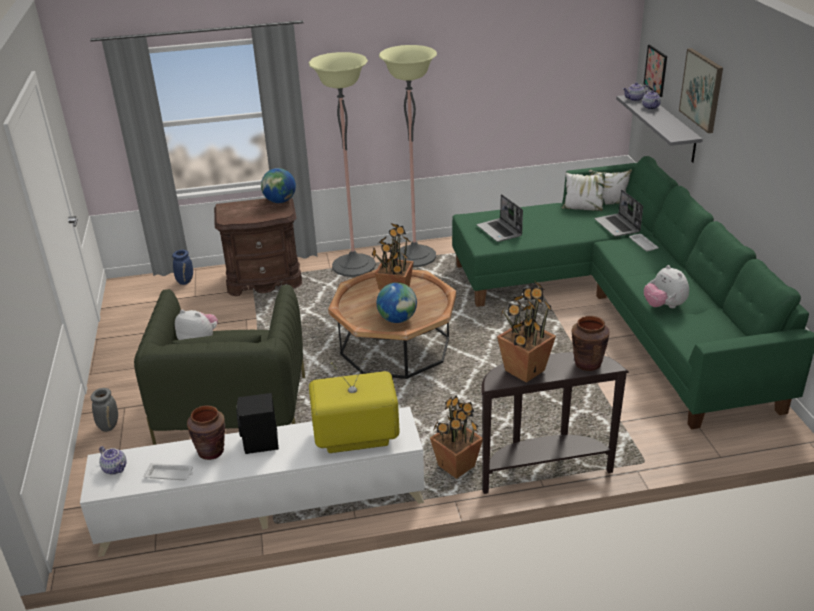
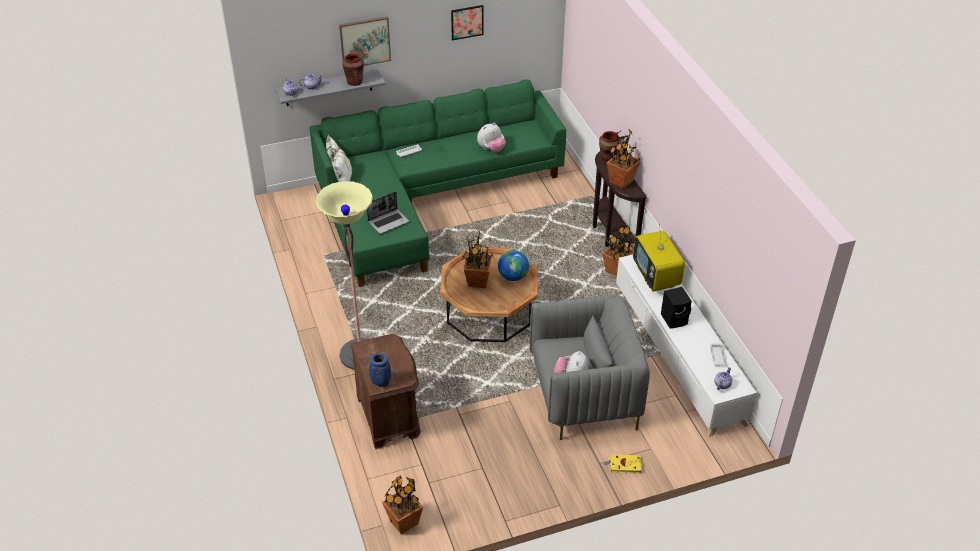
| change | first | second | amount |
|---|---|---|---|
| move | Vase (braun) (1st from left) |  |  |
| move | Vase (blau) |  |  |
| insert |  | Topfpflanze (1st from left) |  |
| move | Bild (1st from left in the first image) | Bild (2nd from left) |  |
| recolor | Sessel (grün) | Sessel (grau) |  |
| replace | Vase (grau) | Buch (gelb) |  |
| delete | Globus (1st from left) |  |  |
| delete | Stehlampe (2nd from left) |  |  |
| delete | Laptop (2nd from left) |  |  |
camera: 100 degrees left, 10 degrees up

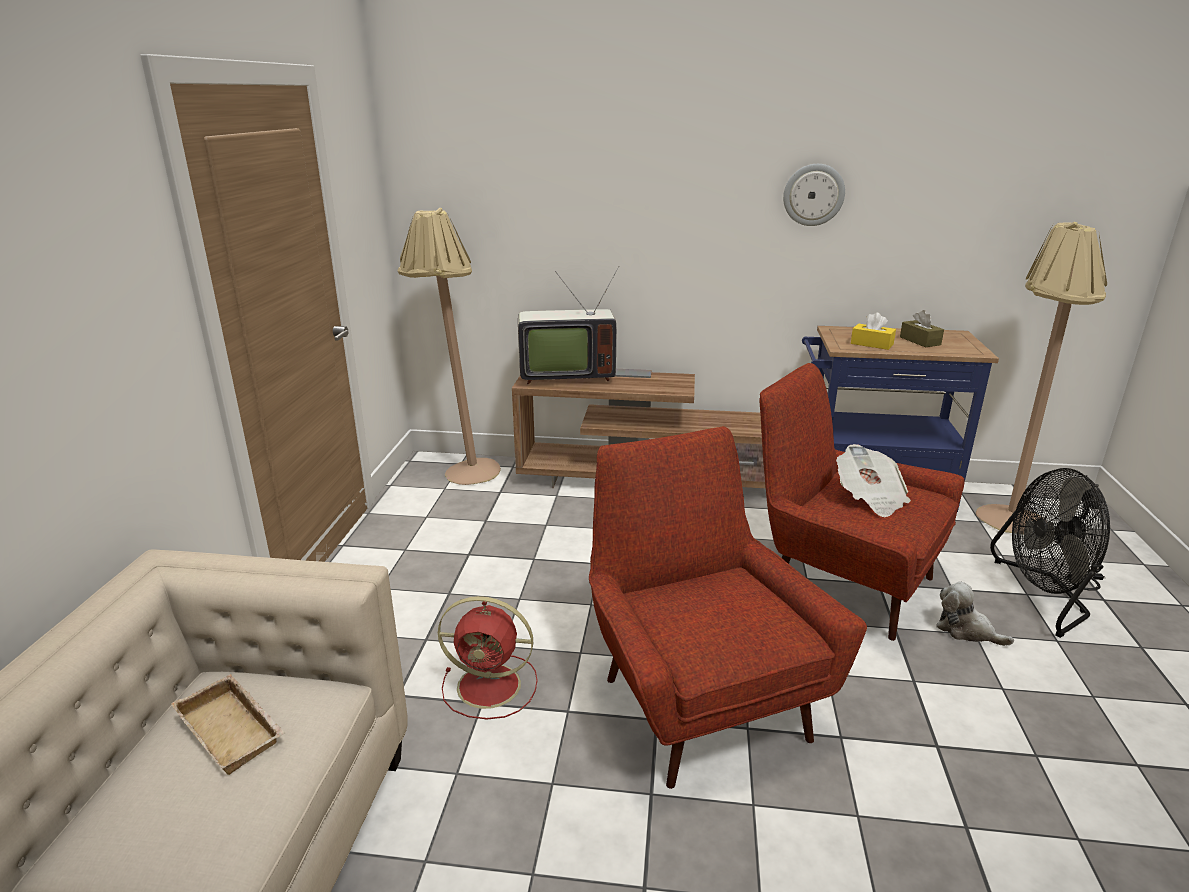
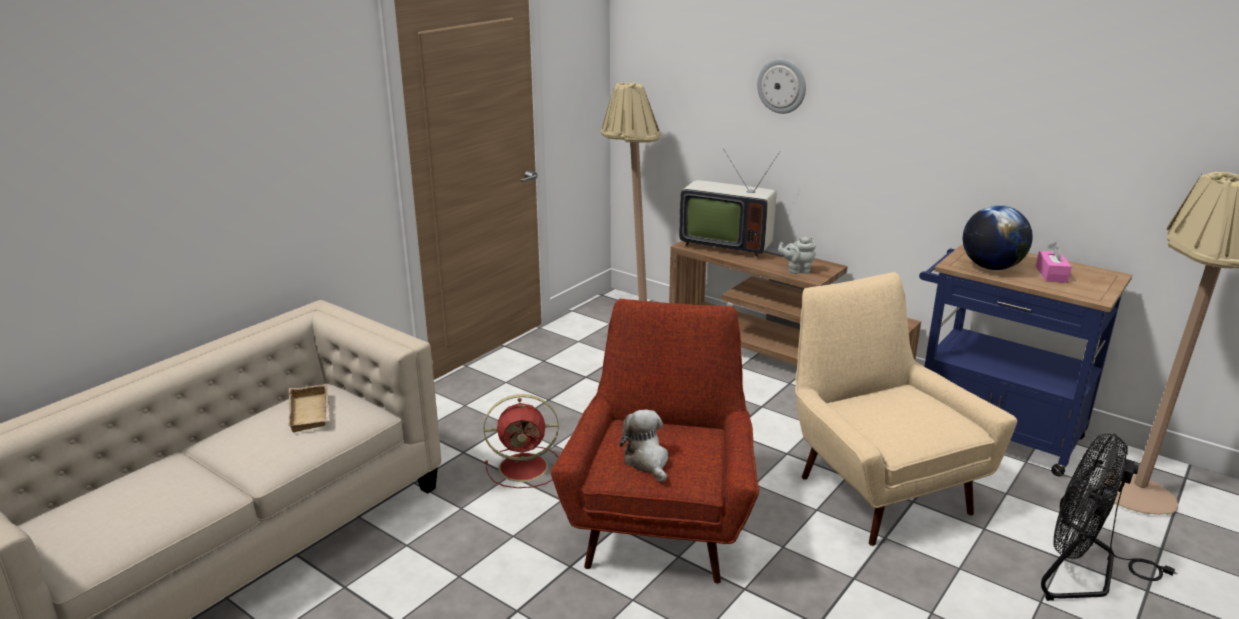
| change | first | second | amount |
|---|---|---|---|
| rotate | Ventilator (rot) |  | 45 degrees counterclockwise |
| move | Plüschtier |  |  |
| move | Wanduhr |  |  |
| insert |  | Teekanne (grau) |  |
| recolor | Sessel (rot) (2nd from left) | Sessel (beige) |  |
| replace | Taschentuchbox (gelb) | Globus |  |
| recolor | Taschentuchbox (braun) | Taschentuchbox (rosa) |  |
| delete | Zeitung |  |  |
camera: 30 degrees right, 0 degrees up

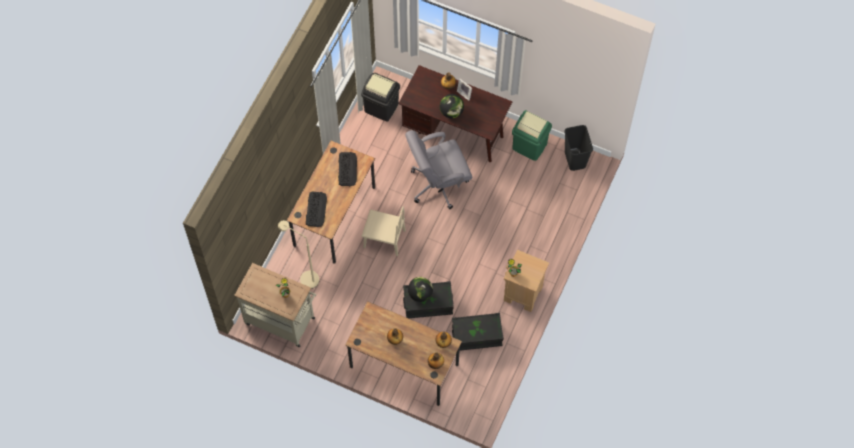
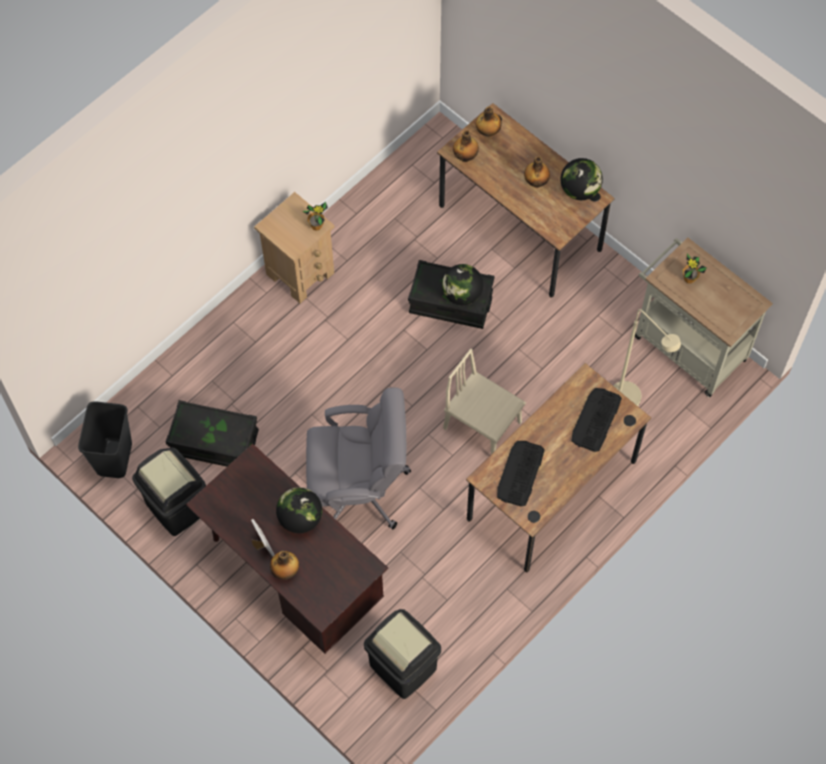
| change | first | second | amount |
|---|---|---|---|
| recolor | Mülleimer (grün) | Mülleimer (schwarz) (2nd from left) |  |
| move | Aufbewahrungsbox (schwarz) (2nd from left in the first image) | Aufbewahrungsbox (schwarz) (1st from left) |  |
| insert |  | Globus (3rd from left) |  |
camera: 160 degrees left, 0 degrees up

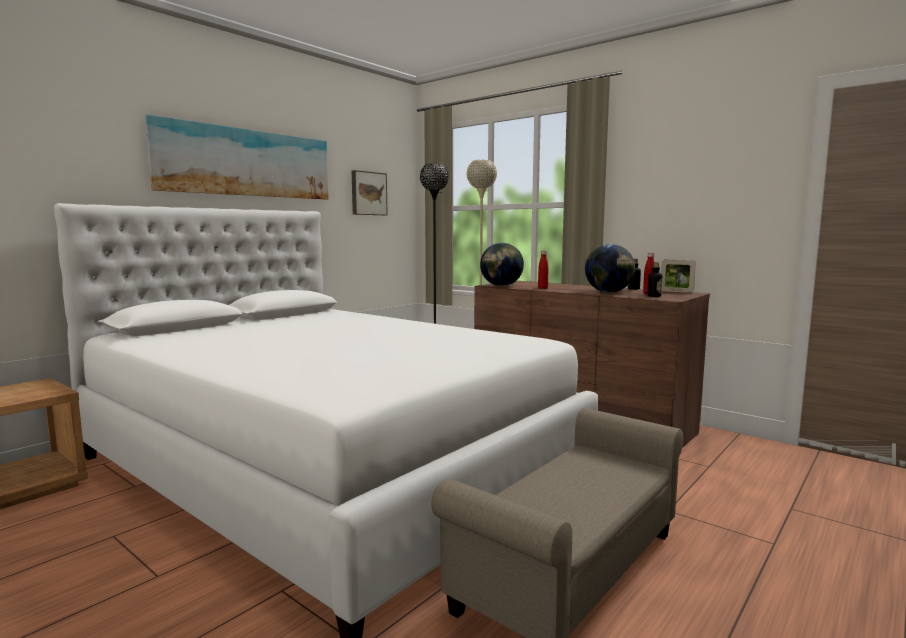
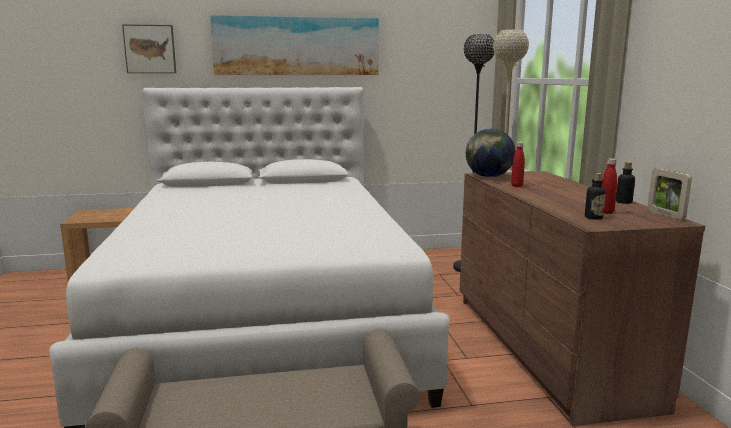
| change | first | second | amount |
|---|---|---|---|
| move | Bild (2nd from left in the first image) | Bild (1st from left) |  |
| delete | Globus (2nd from left) |  |  |
camera: 40 degrees right, 5 degrees up

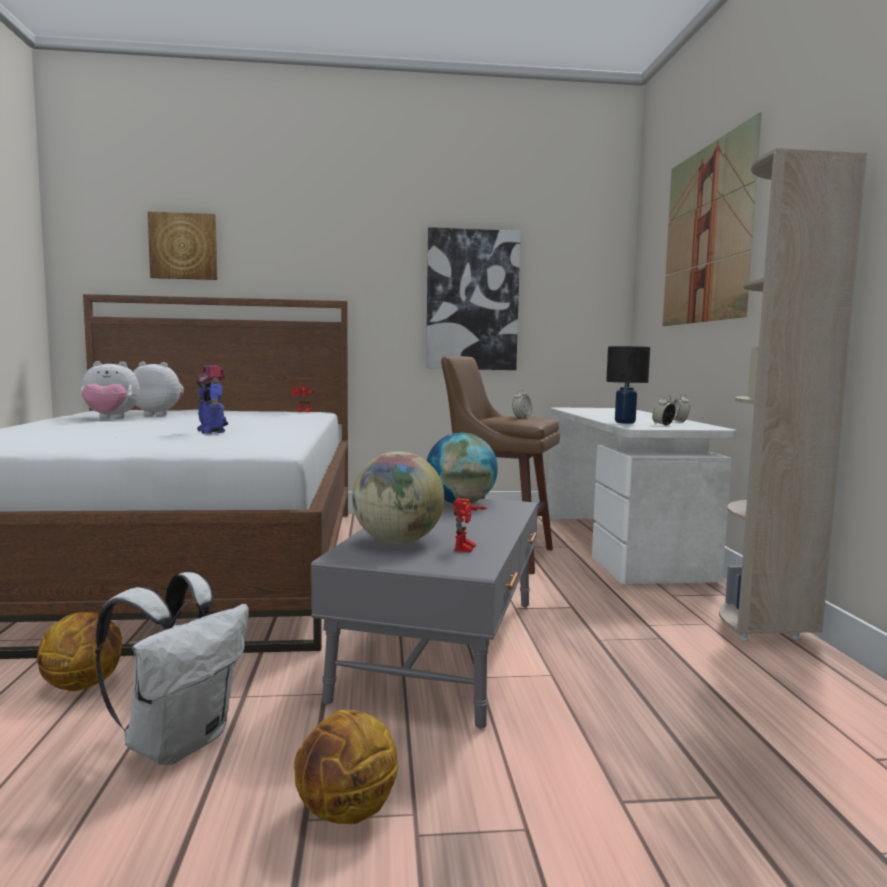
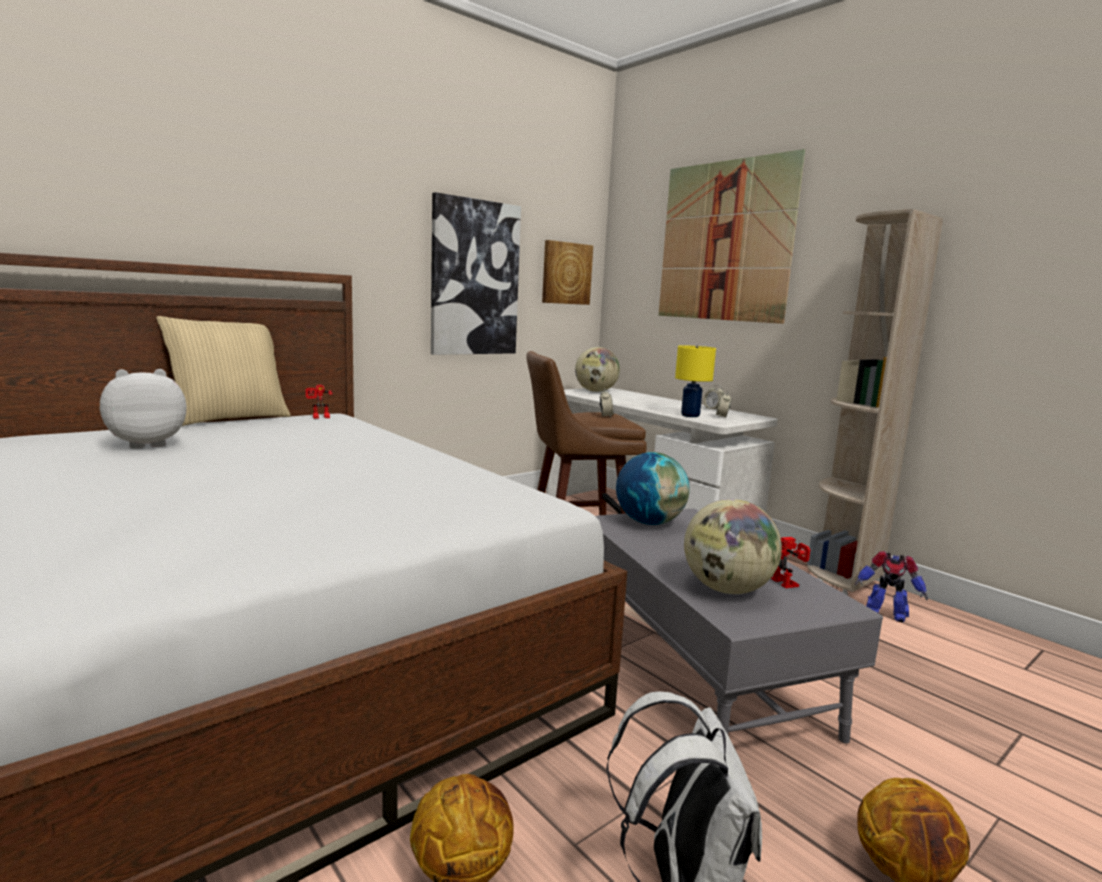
| change | first | second | amount |
|---|---|---|---|
| insert |  | Kissen (beige) |  |
| move | Bild (1st from left in the first image) | Bild (2nd from left) |  |
| insert |  | Globus (1st from left) |  |
| recolor | Tischlampe (schwarz) | Tischlampe (gelb) |  |
| move | Spielzeugroboter (1st from left in the first image) | Spielzeugroboter (3rd from left) |  |
| delete | Plüschtier (1st from left) |  |  |
camera: 35 degrees left, 5 degrees up

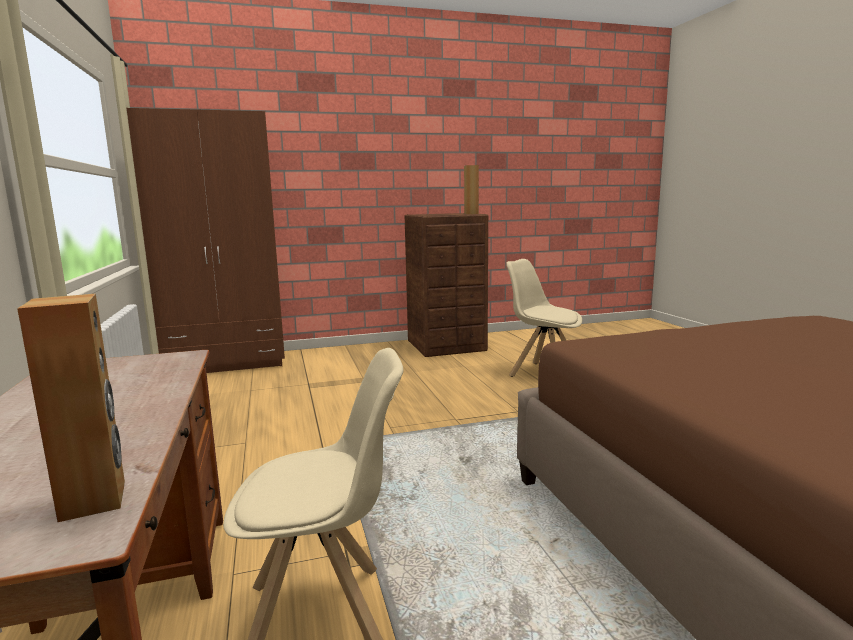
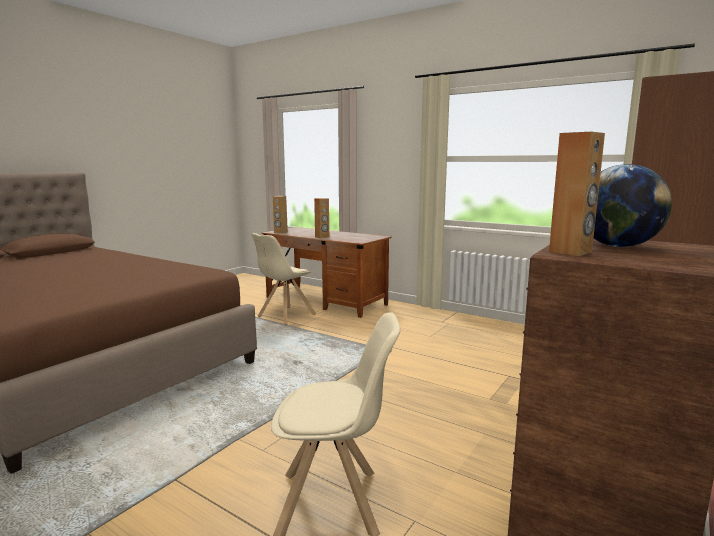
| change | first | second | amount |
|---|---|---|---|
| insert |  | Lautsprecher (braun) (2nd from left) |  |
| insert |  | Globus |  |
camera: 140 degrees right, 0 degrees up

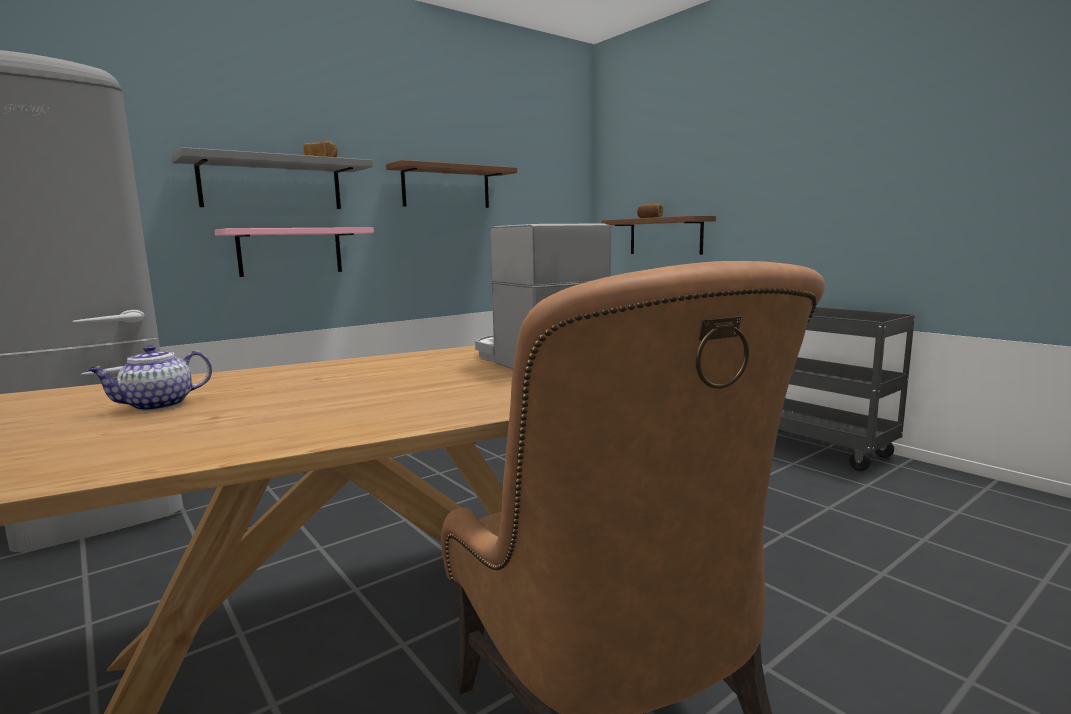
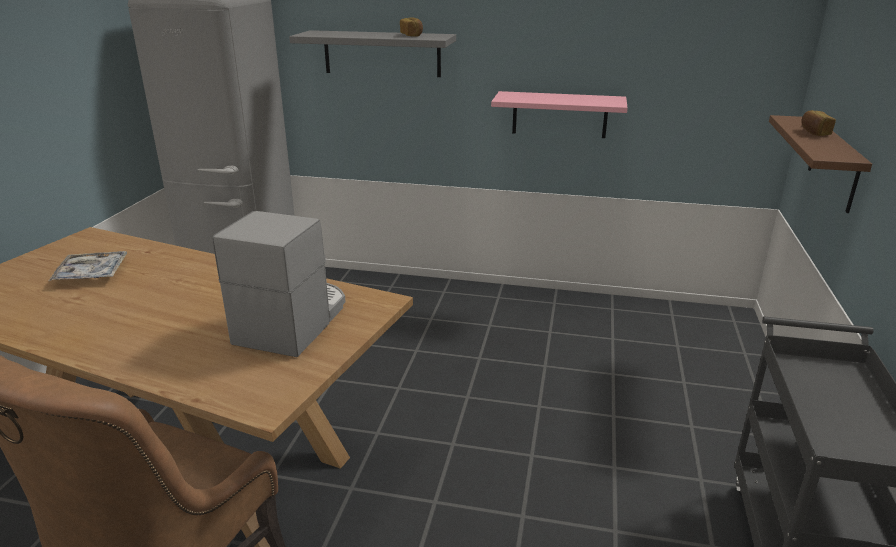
| change | first | second | amount |
|---|---|---|---|
| replace | Teekanne | Tablett |  |
| move | Wandregal (rosa) |  |  |
| delete | Wandregal (braun) (1st from left) |  |  |
camera: 50 degrees right, 15 degrees up

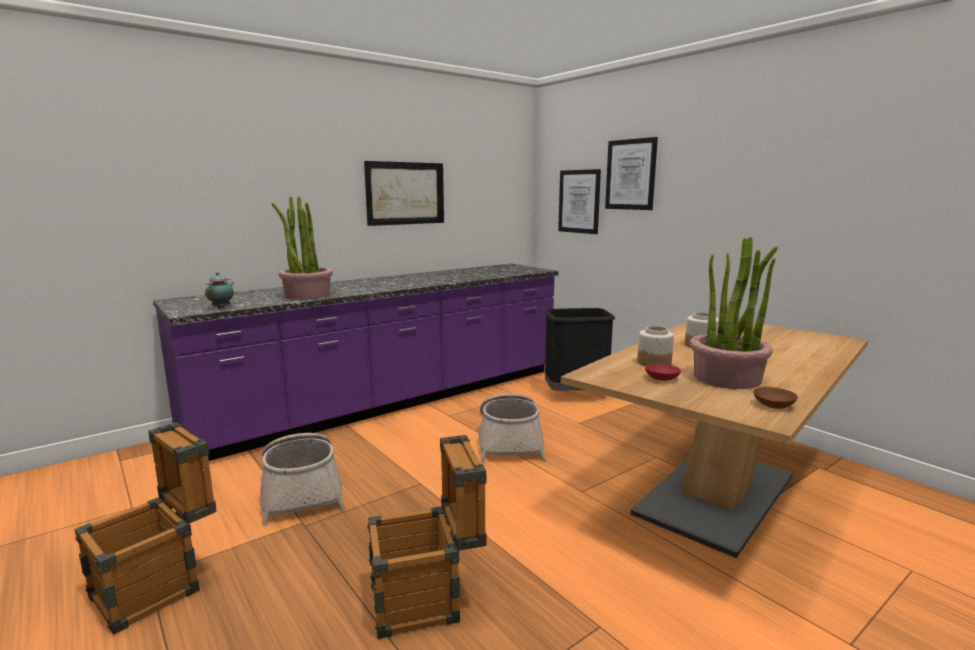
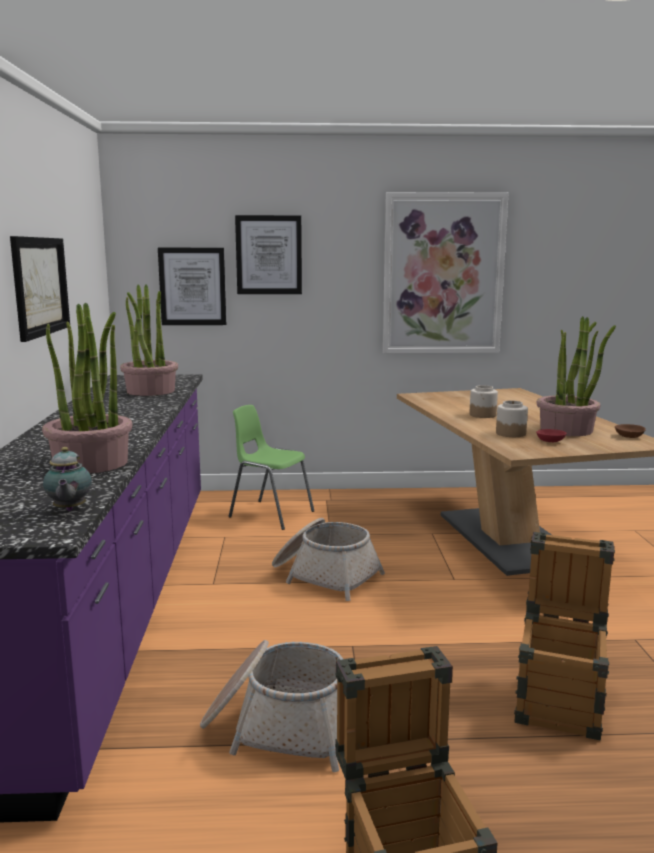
| change | first | second | amount |
|---|---|---|---|
| rotate | Teekanne |  | 150 degrees counterclockwise |
| insert |  | Topfpflanze (2nd from left) |  |
| replace | Mülleimer (schwarz) | Stuhl (grün) |  |
| insert |  | Bild (4th from left) |  |
camera: 55 degrees left, 0 degrees up

